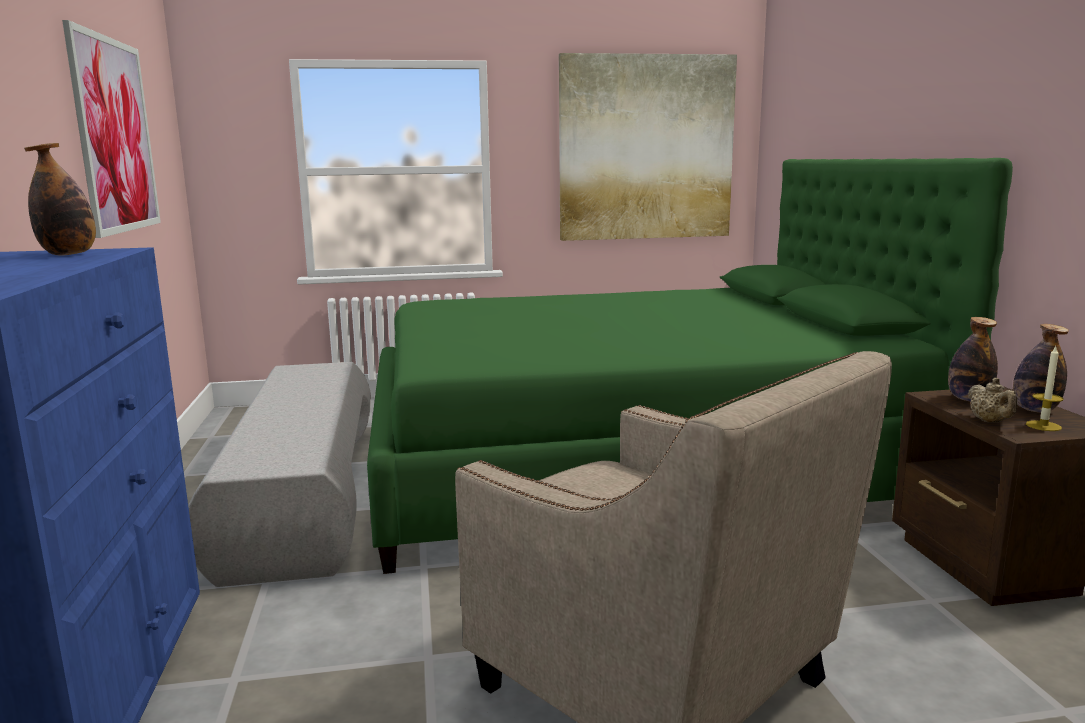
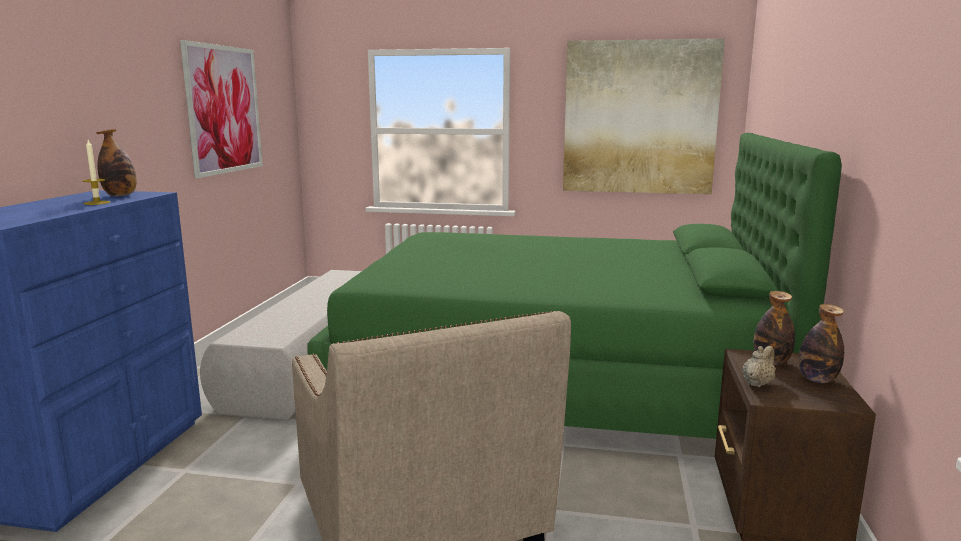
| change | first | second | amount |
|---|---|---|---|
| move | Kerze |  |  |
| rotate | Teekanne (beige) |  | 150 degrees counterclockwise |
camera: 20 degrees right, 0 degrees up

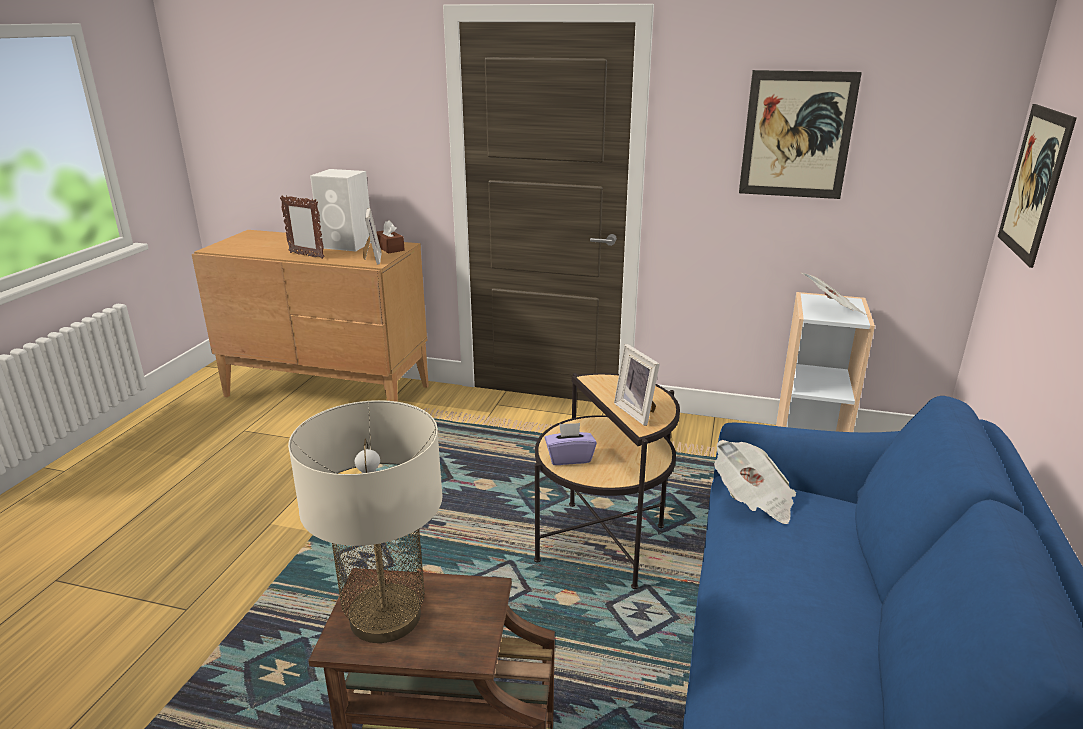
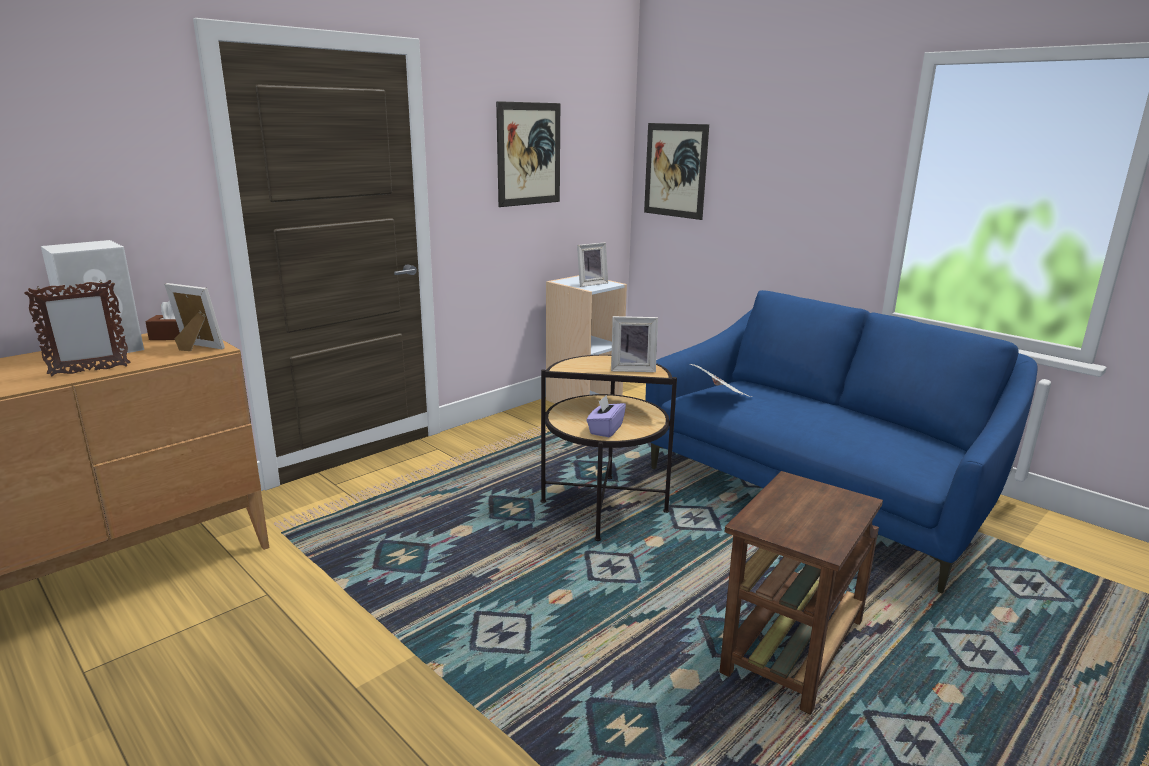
| change | first | second | amount |
|---|---|---|---|
| replace | Zeitung (2nd from left) | Bilderrahmen (3rd from left) |  |
| delete | Tischlampe |  |  |
camera: 60 degrees left, 5 degrees down

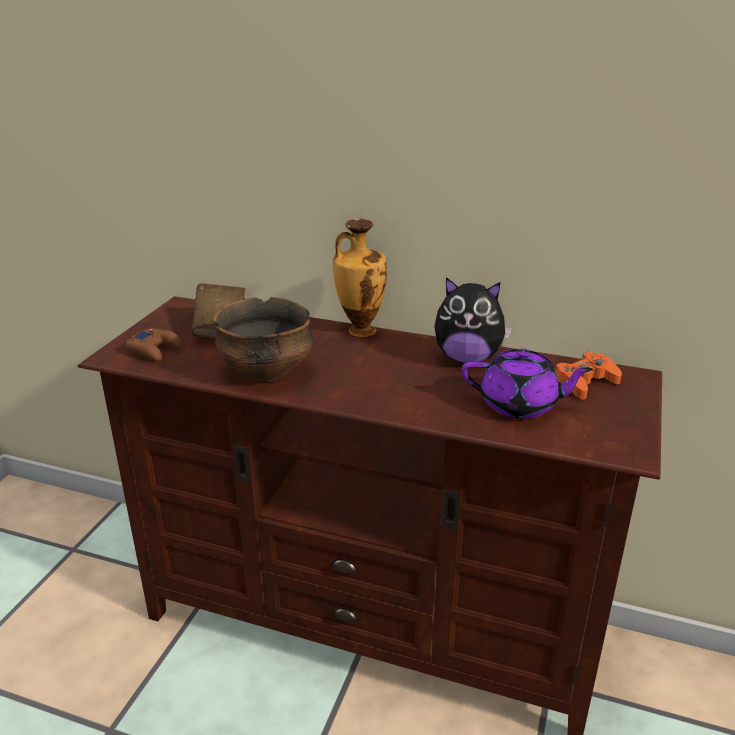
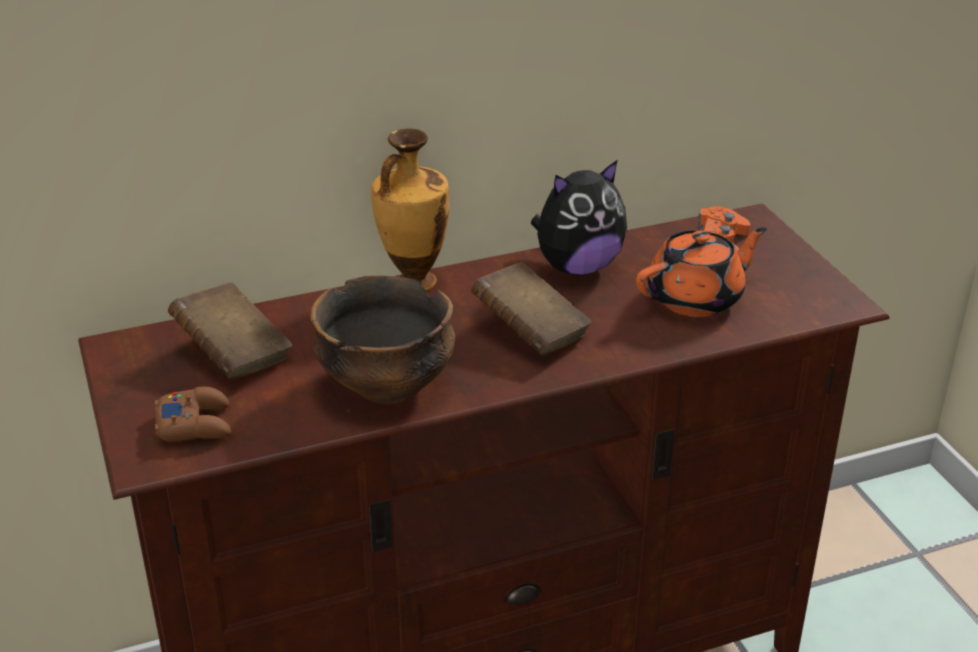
| change | first | second | amount |
|---|---|---|---|
| insert |  | Buch (braun) (2nd from left) |  |
| recolor | Teekanne (lila) | Teekanne (orange) |  |
camera: 40 degrees left, 5 degrees up

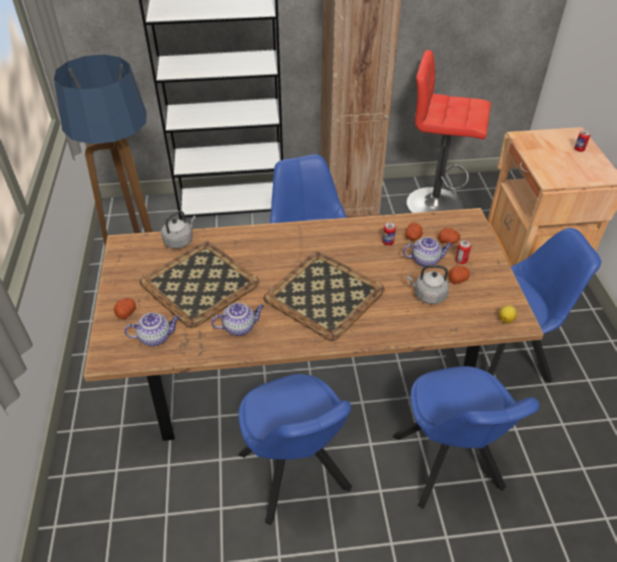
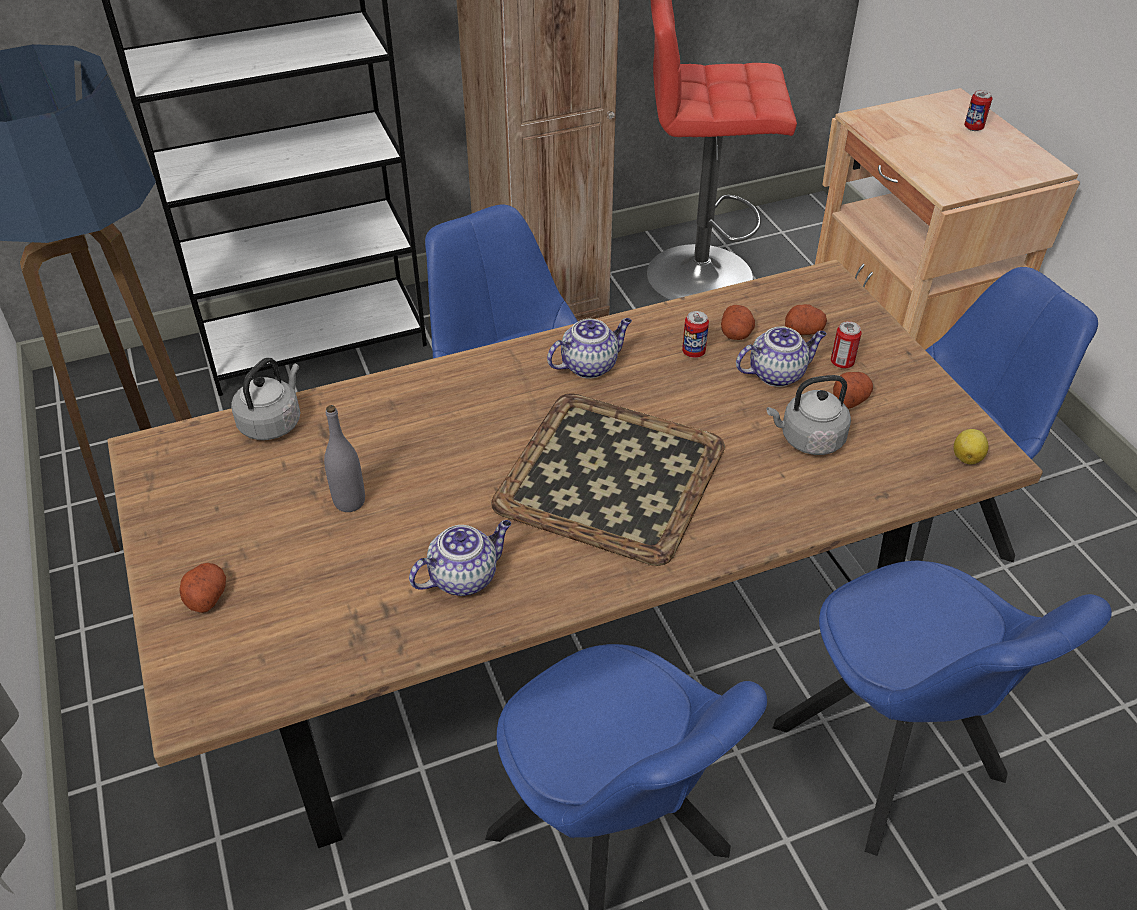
| change | first | second | amount |
|---|---|---|---|
| replace | Tablett (1st from left) | Flasche (grau) |  |
| move | Teekanne (1st from left in the first image) | Teekanne (2nd from left) |  |
camera: 15 degrees left, 0 degrees up

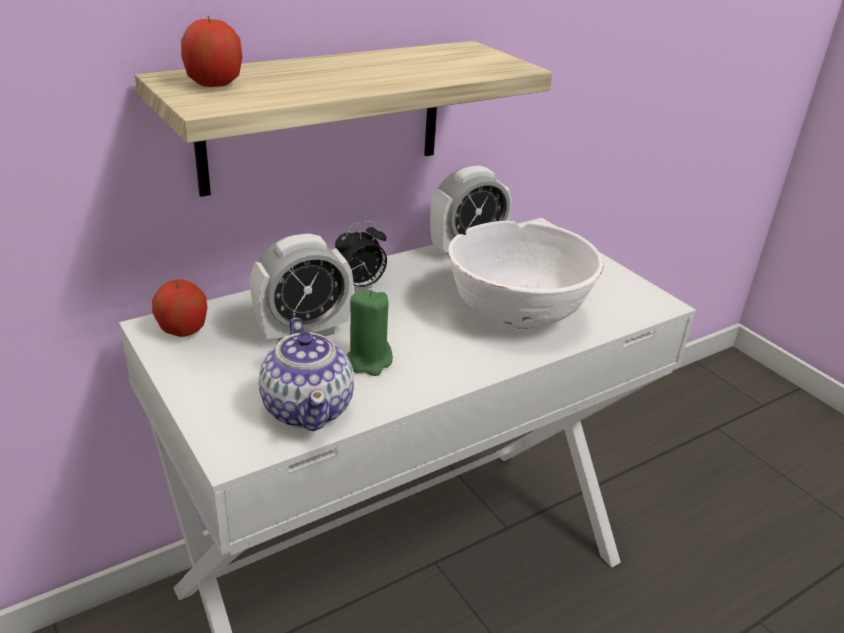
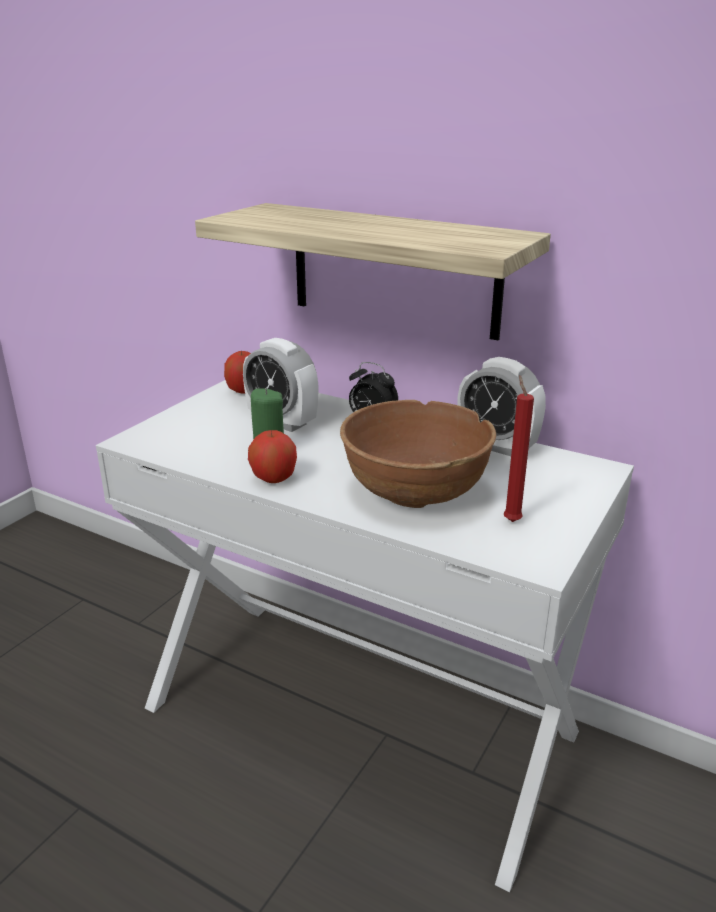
| change | first | second | amount |
|---|---|---|---|
| move | Apfel (2nd from left) |  |  |
| recolor | Schüssel (weiß) | Schüssel (braun) |  |
| insert |  | Kerze (rot) |  |
| delete | Teekanne |  |  |
camera: 65 degrees right, 5 degrees down

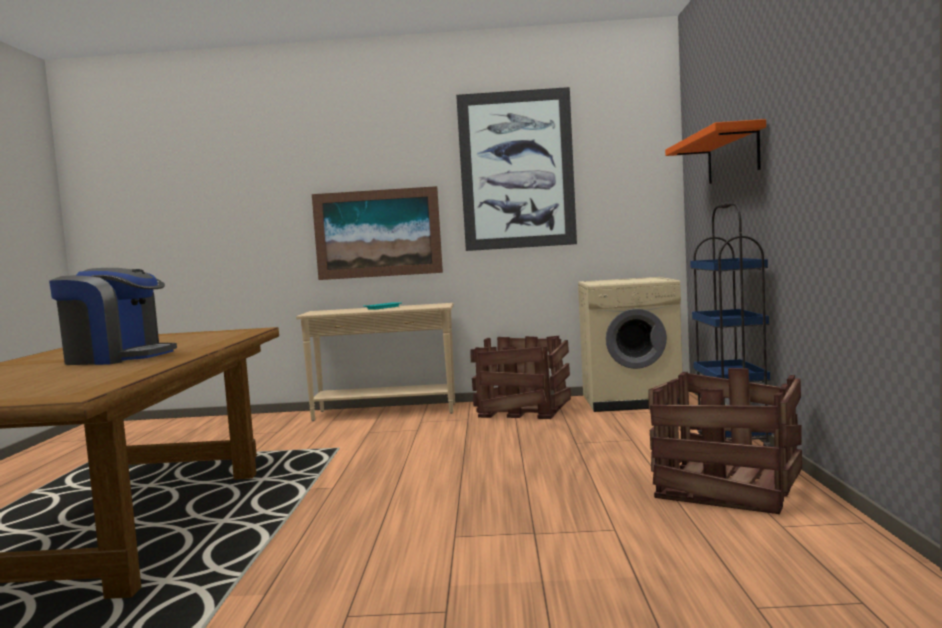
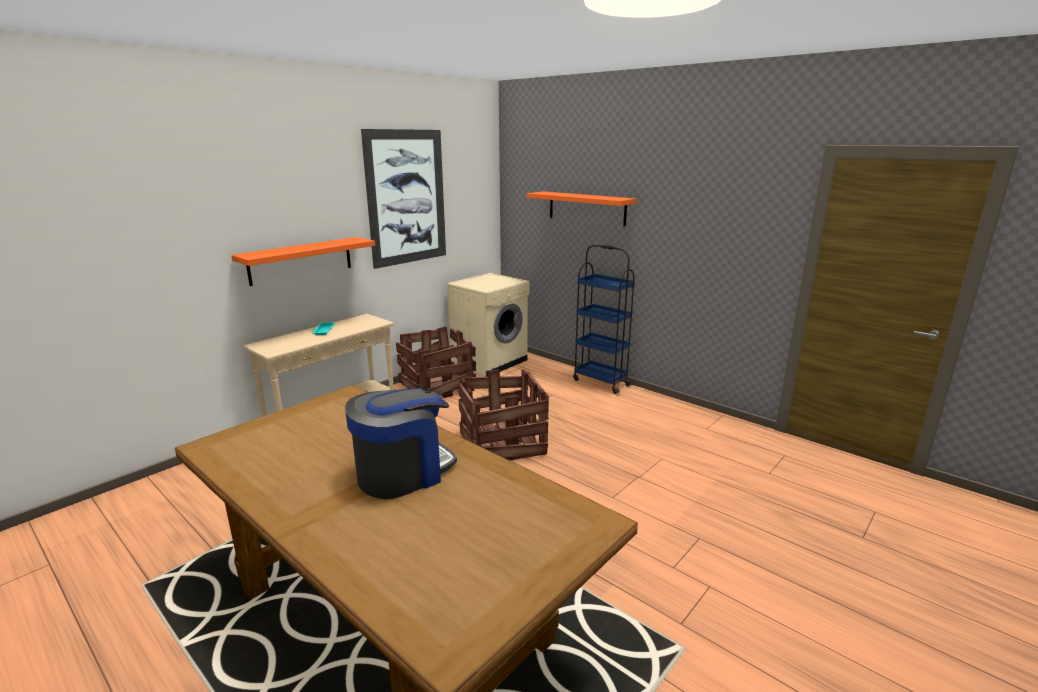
| change | first | second | amount |
|---|---|---|---|
| replace | Bild (1st from left) | Wandregal (orange) (1st from left) |  |
| move | Kiste (2nd from left) |  |  |
camera: 50 degrees left, 15 degrees up

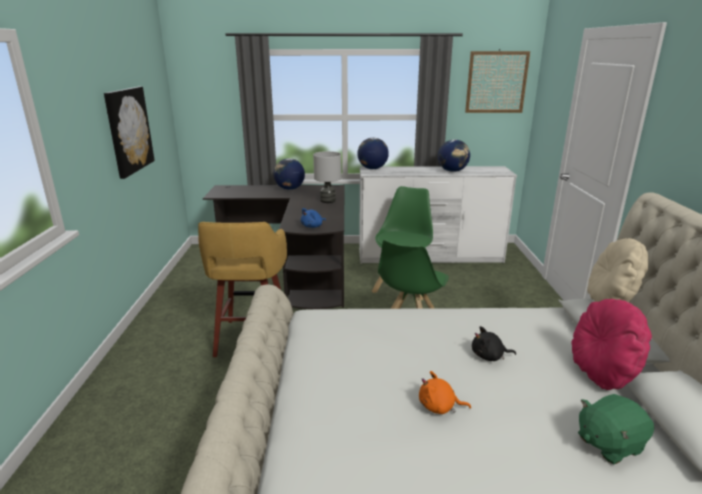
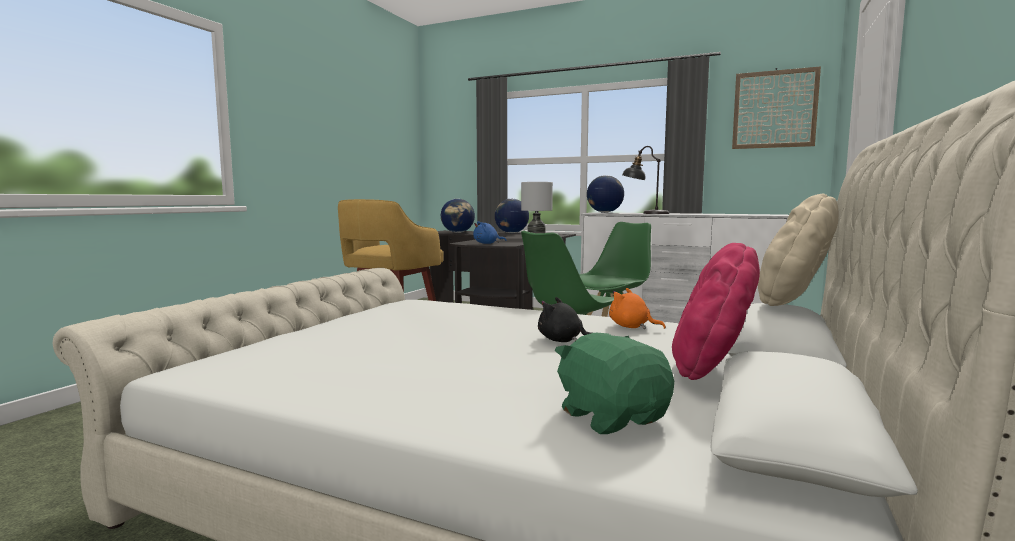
| change | first | second | amount |
|---|---|---|---|
| move | Globus (3rd from left in the first image) | Globus (1st from left) |  |
| rotate | Plüschtier (grün) |  | 60 degrees clockwise |
| move | Plüschtier (orange) |  |  |
| insert |  | Tischlampe (grau) (2nd from left) |  |
| delete | Bild (1st from left) |  |  |
camera: 25 degrees right, 15 degrees down

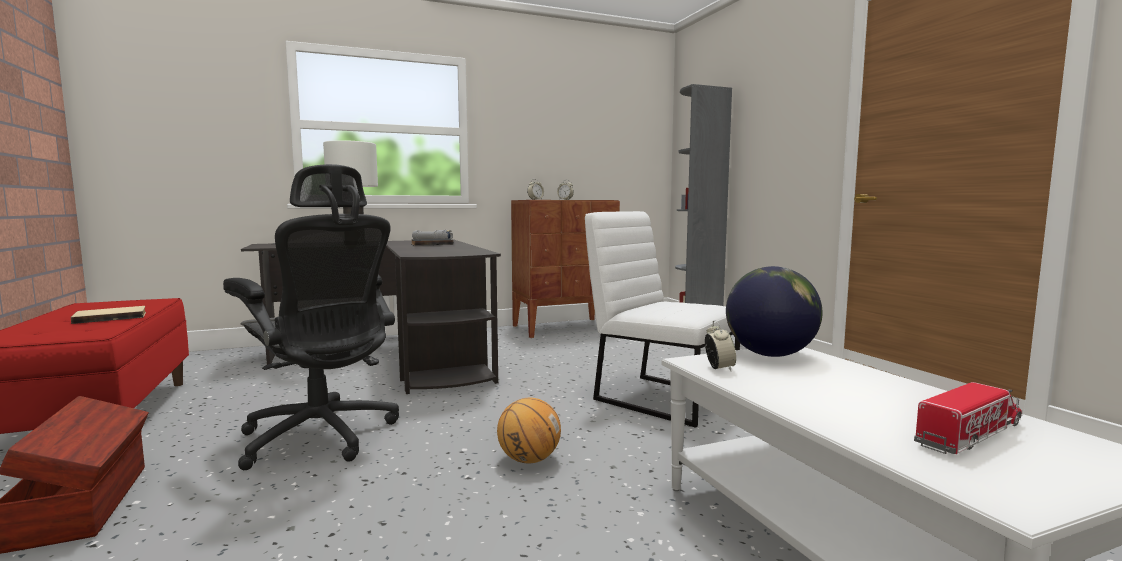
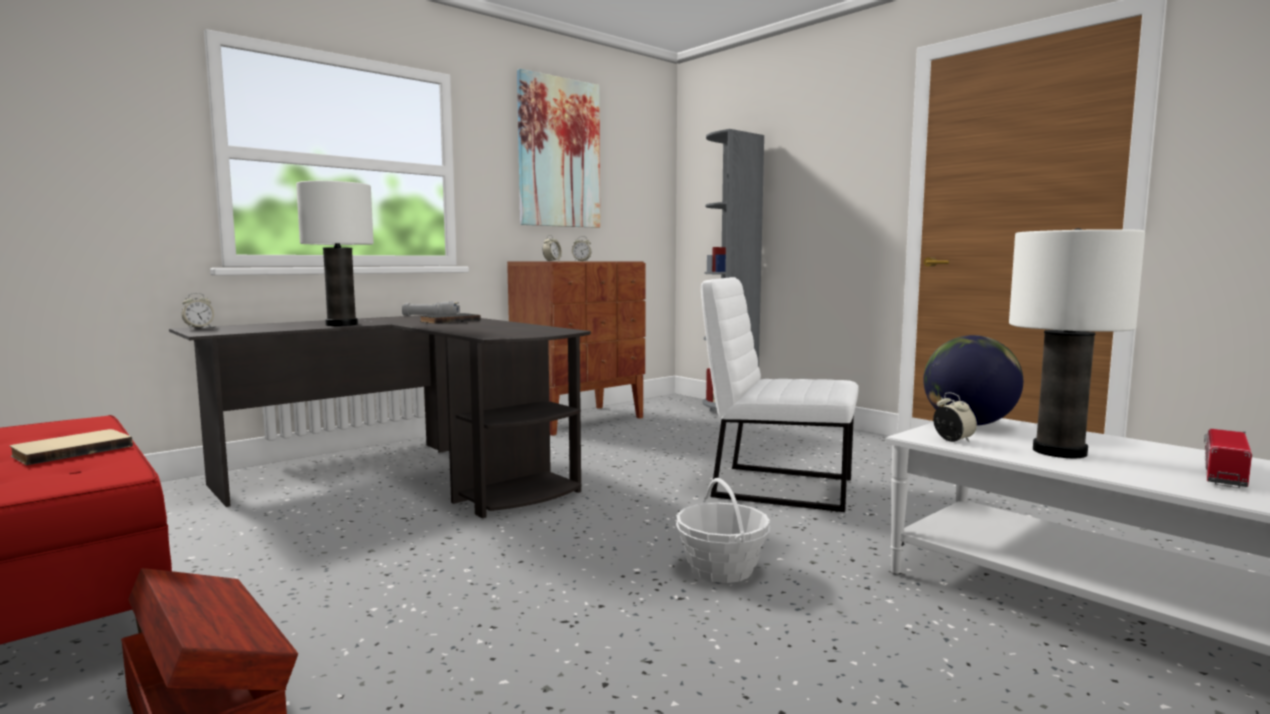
| change | first | second | amount |
|---|---|---|---|
| insert |  | Wecker (1st from left) |  |
| insert |  | Bild |  |
| replace | Basketball | Korb |  |
| insert |  | Tischlampe (weiß) (2nd from left) |  |
| delete | Bürostuhl |  |  |
camera: 20 degrees left, 0 degrees up

